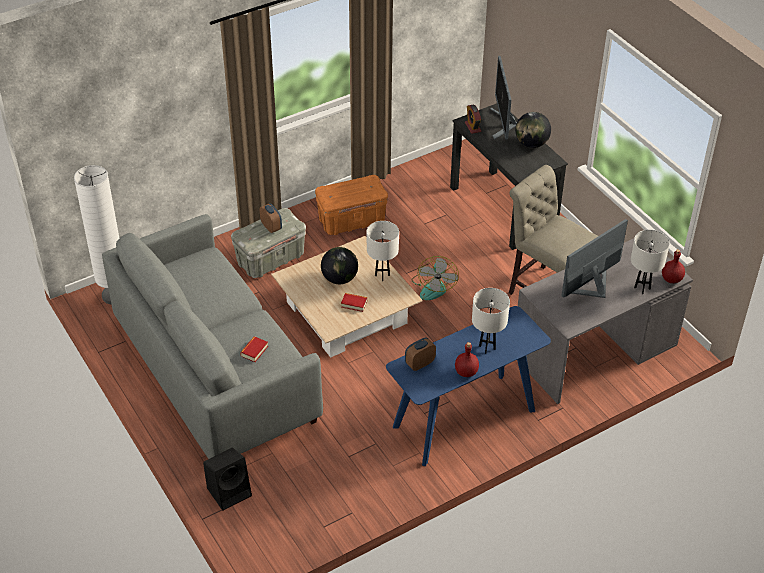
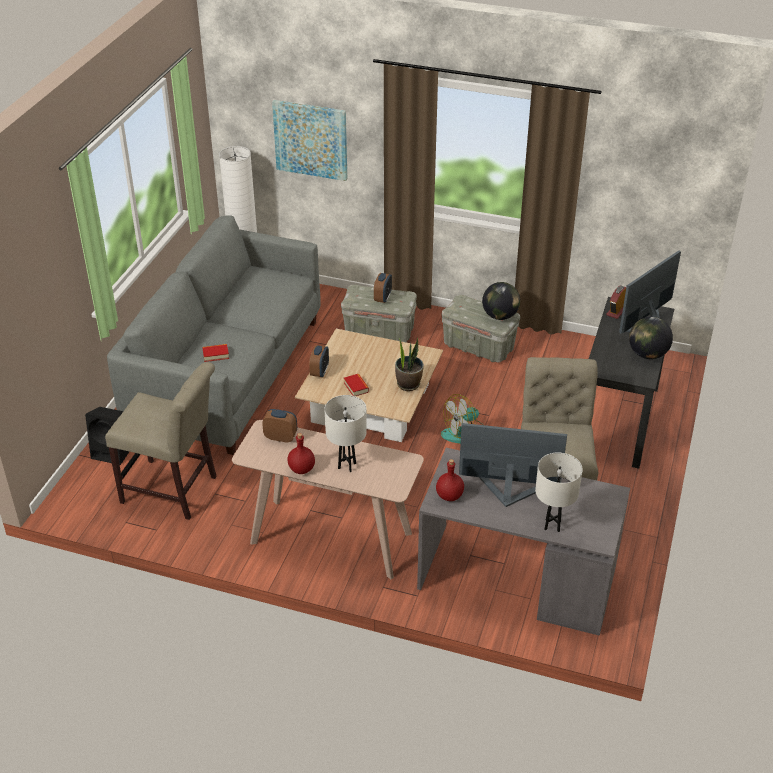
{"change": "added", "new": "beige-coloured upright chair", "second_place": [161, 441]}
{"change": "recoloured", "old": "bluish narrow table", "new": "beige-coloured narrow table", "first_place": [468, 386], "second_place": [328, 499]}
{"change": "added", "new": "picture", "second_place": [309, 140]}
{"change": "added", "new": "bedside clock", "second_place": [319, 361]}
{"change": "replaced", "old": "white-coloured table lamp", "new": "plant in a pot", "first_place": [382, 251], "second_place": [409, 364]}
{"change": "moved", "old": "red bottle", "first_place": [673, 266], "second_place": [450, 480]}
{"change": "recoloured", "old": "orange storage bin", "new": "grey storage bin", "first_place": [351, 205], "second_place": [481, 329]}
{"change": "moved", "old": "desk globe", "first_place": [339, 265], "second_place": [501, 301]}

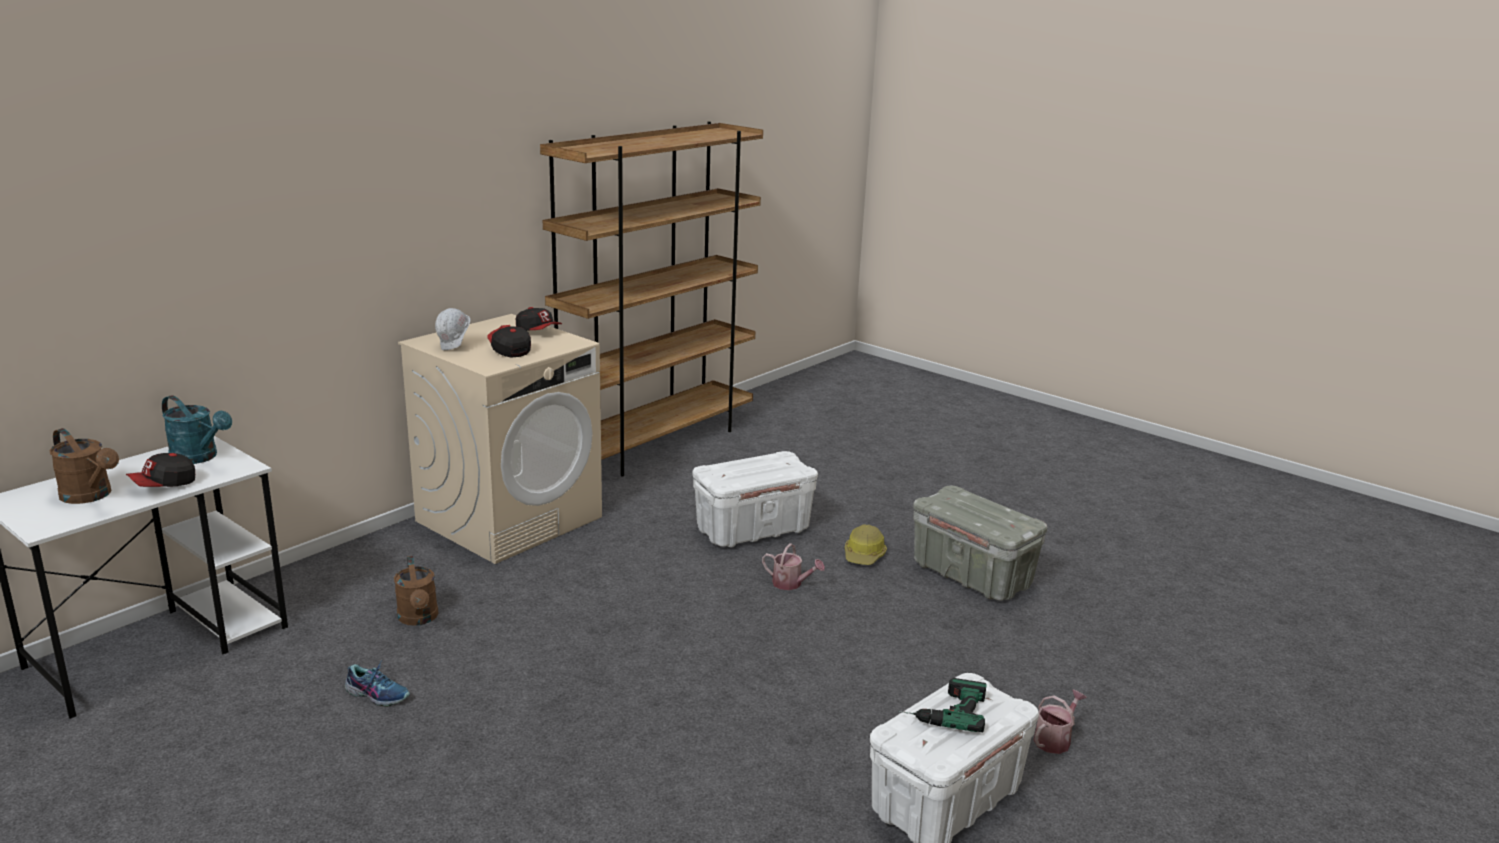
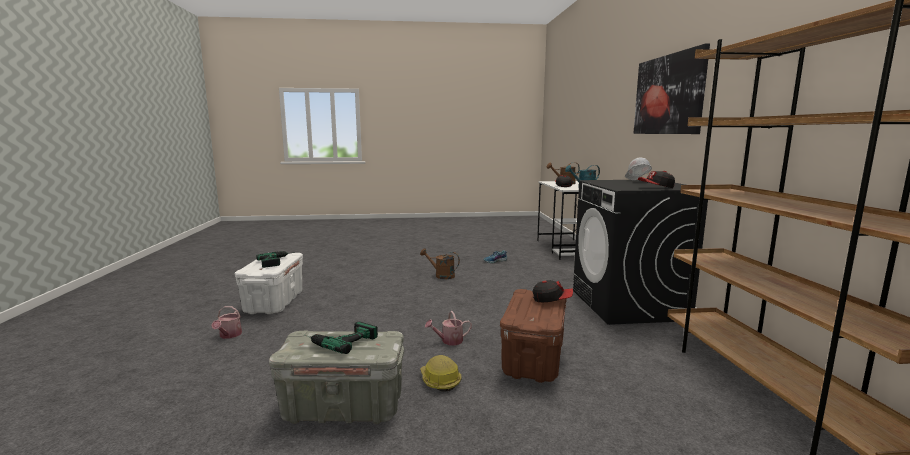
{"change": "added", "new": "drill", "second_place": [341, 338]}
{"change": "moved", "old": "brown watering can", "first_place": [416, 591], "second_place": [440, 263]}
{"change": "recoloured", "old": "white-coloured storage bin", "new": "brown storage bin", "first_place": [755, 499], "second_place": [533, 336]}
{"change": "moved", "old": "cap", "first_place": [509, 341], "second_place": [553, 291]}
{"change": "recoloured", "old": "beige-coloured washing machine", "new": "black-coloured washing machine", "first_place": [500, 439], "second_place": [640, 252]}
{"change": "added", "new": "picture", "second_place": [671, 88]}

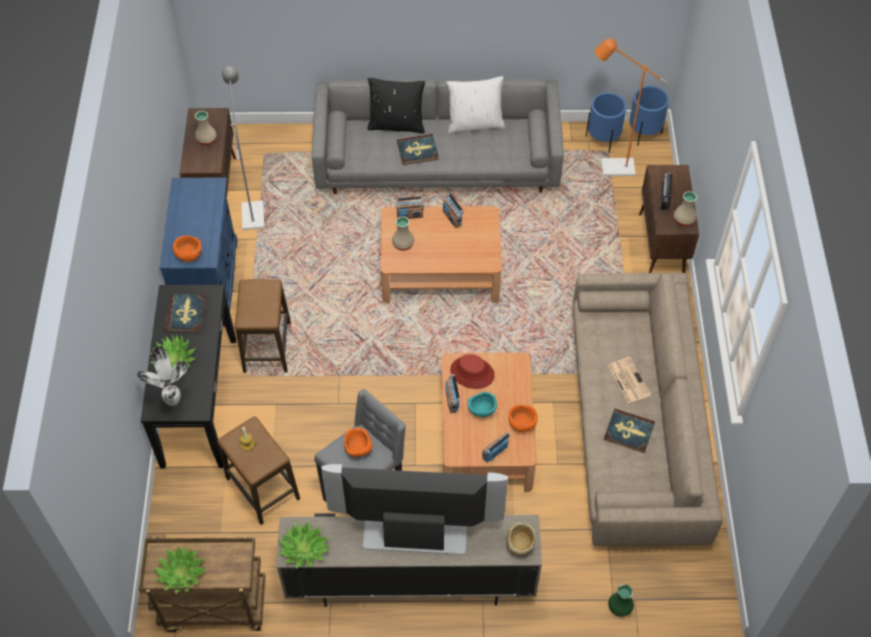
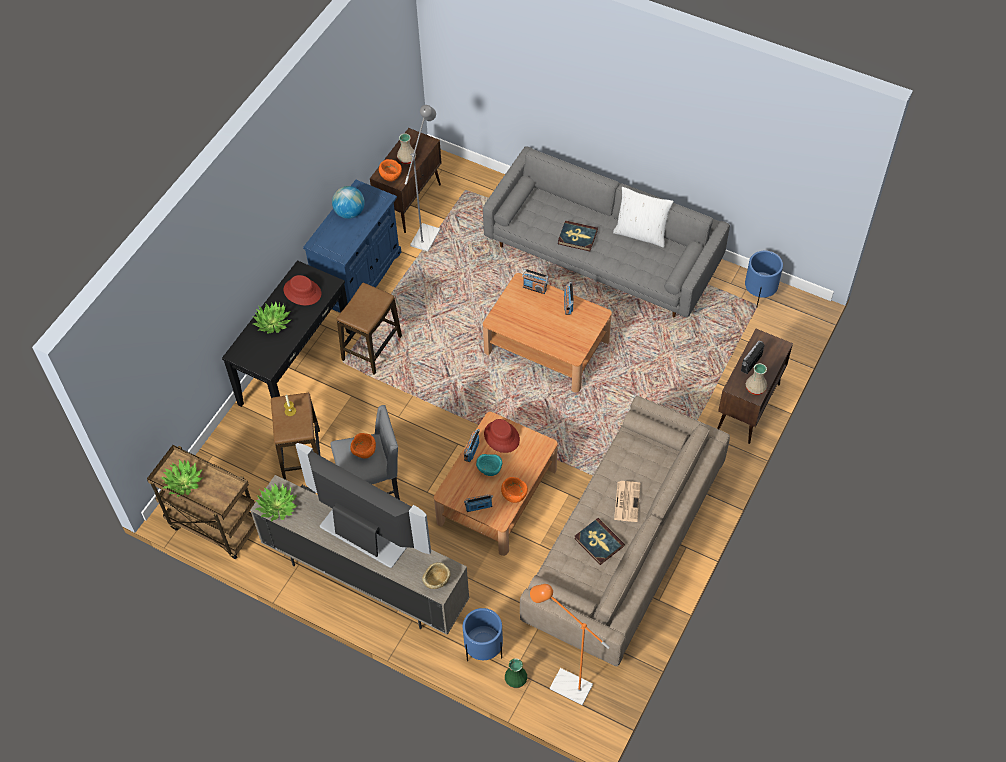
{"change": "replaced", "old": "volume", "new": "red hat", "first_place": [185, 313], "second_place": [302, 290]}
{"change": "added", "new": "desk globe", "second_place": [348, 202]}
{"change": "moved", "old": "orange deep dish", "first_place": [187, 249], "second_place": [390, 170]}
{"change": "moved", "old": "bluish plant pot", "first_place": [649, 116], "second_place": [483, 634]}
{"change": "moved", "old": "orange standard lamp", "first_place": [631, 107], "second_place": [570, 644]}
{"change": "removed", "old": "plant in a pot", "first_place": [162, 376]}
{"change": "removed", "old": "black-coloured throw pillow", "first_place": [396, 105]}
{"change": "removed", "old": "beige-coloured flower vase", "first_place": [403, 233]}

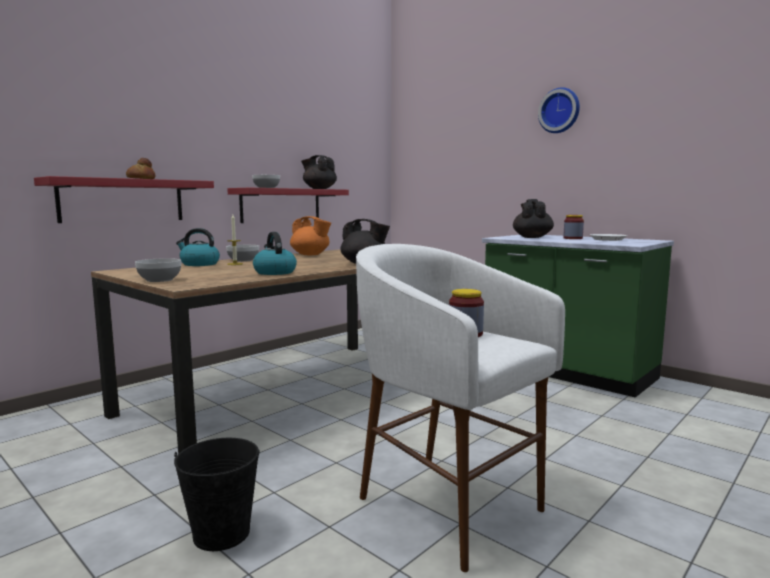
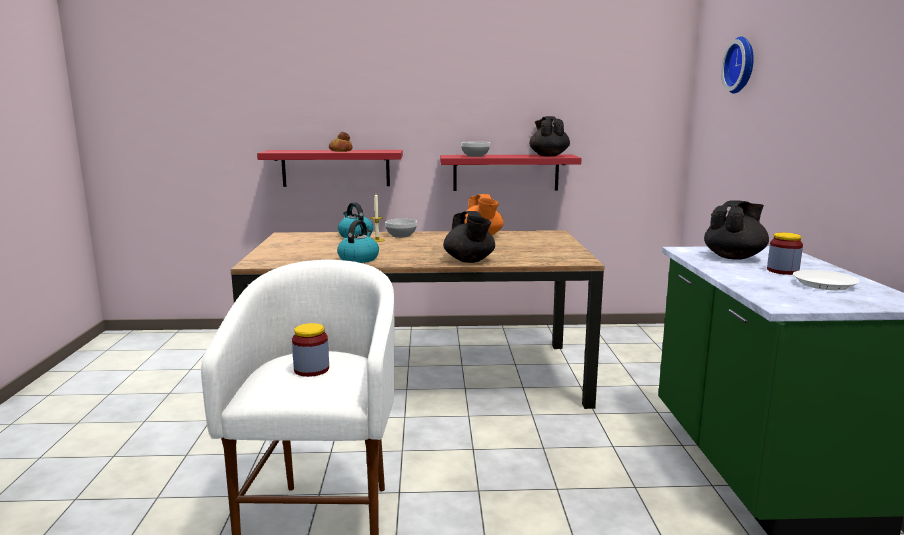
{"change": "moved", "old": "hanging clock", "first_place": [559, 110], "second_place": [737, 64]}
{"change": "removed", "old": "deep dish", "first_place": [158, 270]}
{"change": "removed", "old": "black-coloured pail", "first_place": [217, 494]}

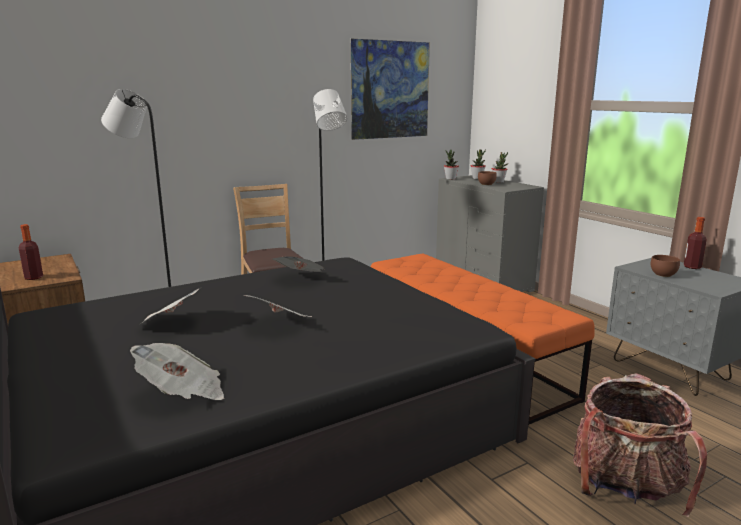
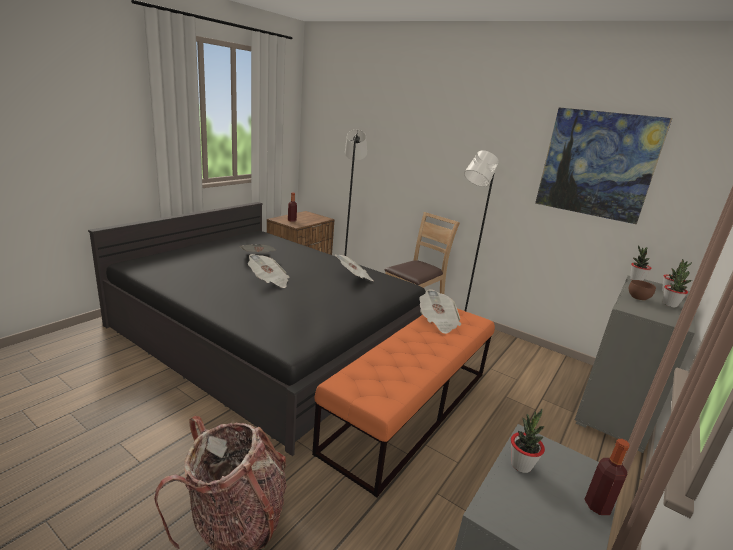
{"change": "moved", "old": "newspaper", "first_place": [177, 371], "second_place": [440, 311]}
{"change": "replaced", "old": "brown deep dish", "new": "plant in a pot", "first_place": [665, 266], "second_place": [528, 441]}

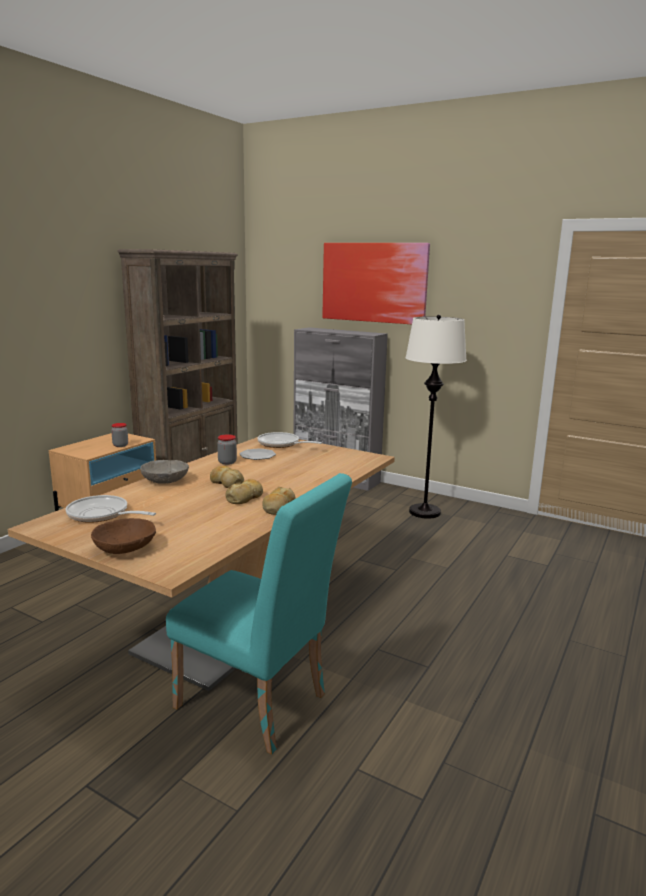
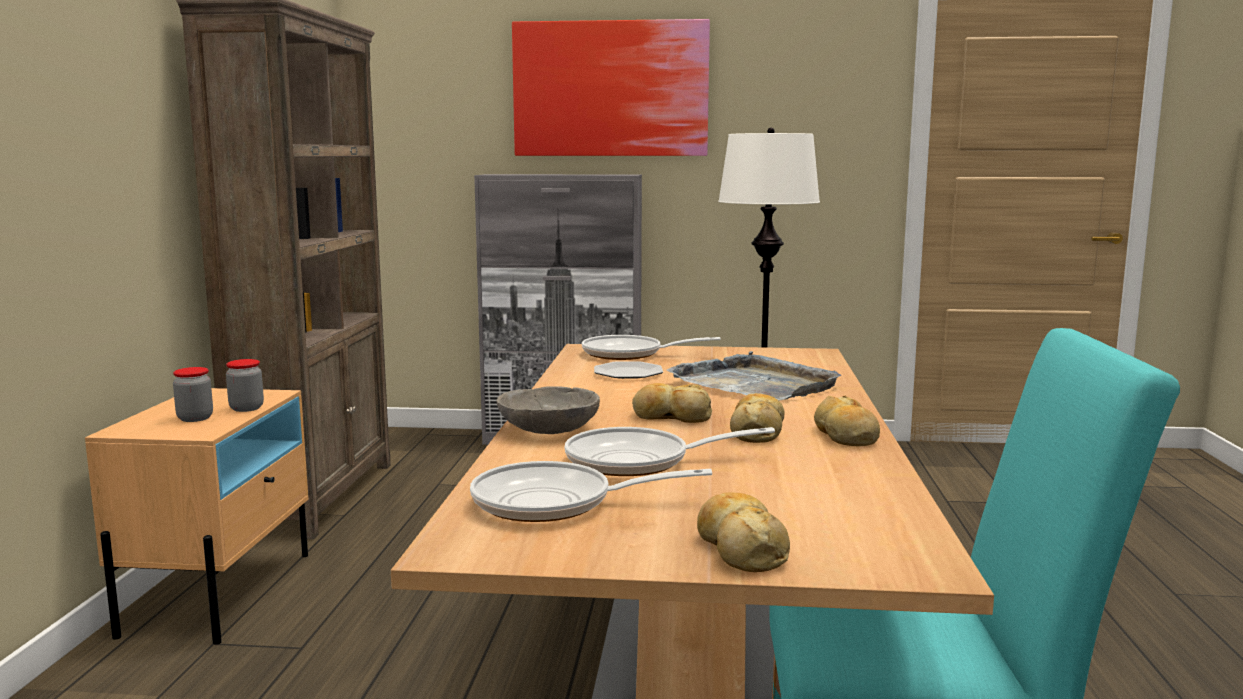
{"change": "moved", "old": "jar", "first_place": [227, 449], "second_place": [193, 394]}
{"change": "added", "new": "frying pan", "second_place": [670, 451]}
{"change": "added", "new": "grey serving tray", "second_place": [754, 376]}
{"change": "replaced", "old": "brown deep dish", "new": "bread", "first_place": [123, 536], "second_place": [743, 532]}

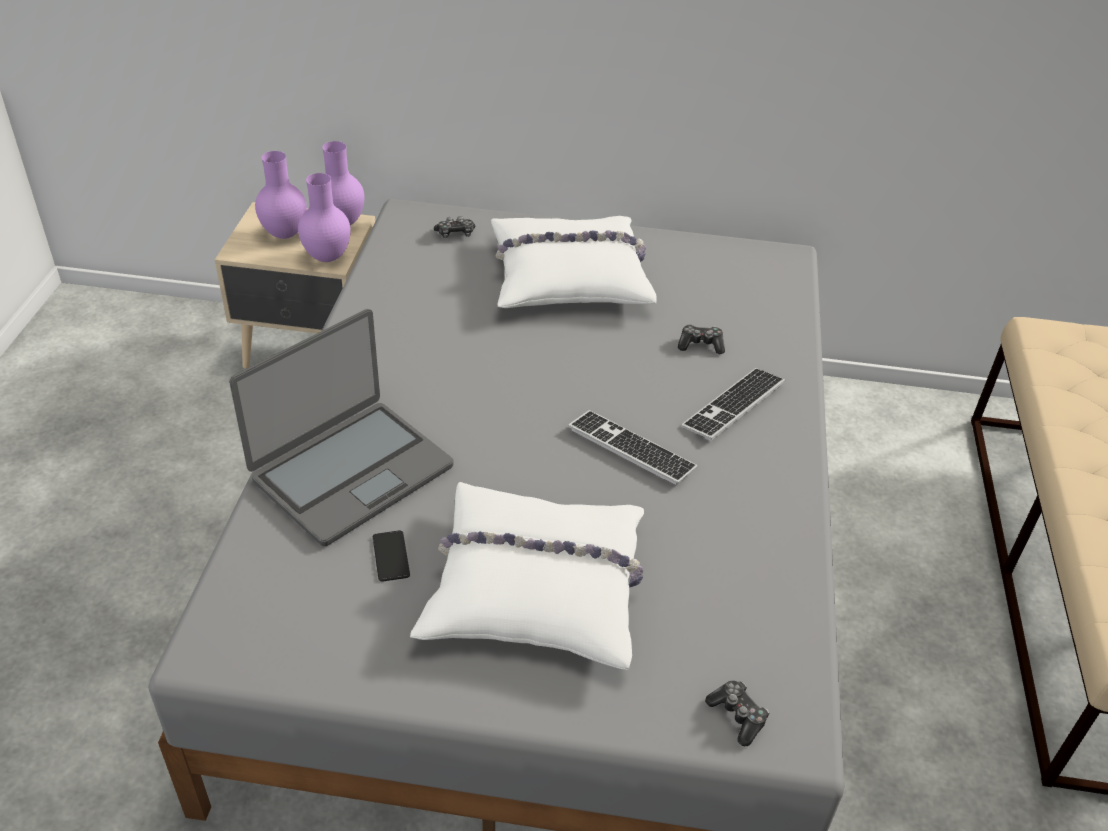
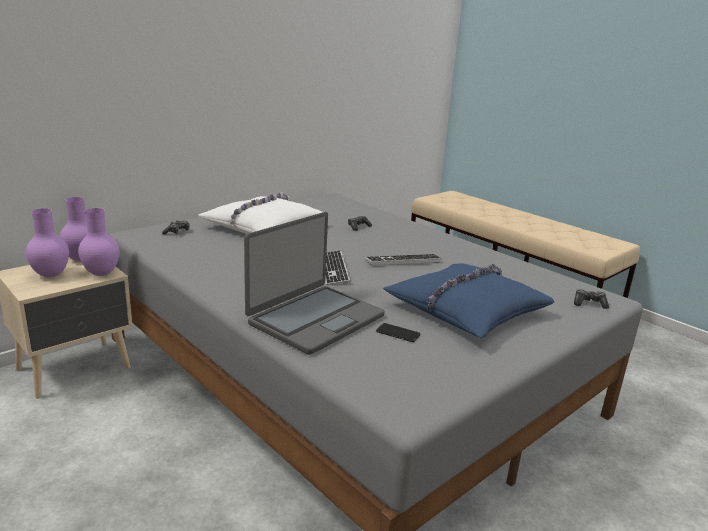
{"change": "turned", "old": "notebook computer", "first_place": [341, 427], "second_place": [314, 283], "degrees": 45}
{"change": "moved", "old": "computer keyboard", "first_place": [733, 404], "second_place": [337, 268]}
{"change": "recoloured", "old": "white-coloured throw pillow", "new": "bluish throw pillow", "first_place": [527, 576], "second_place": [468, 300]}

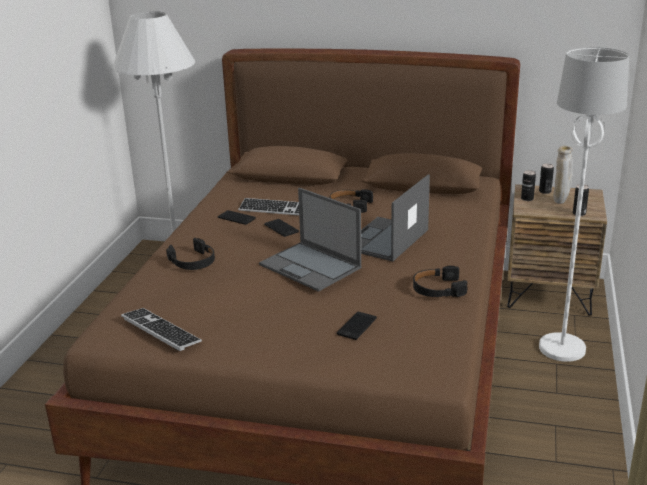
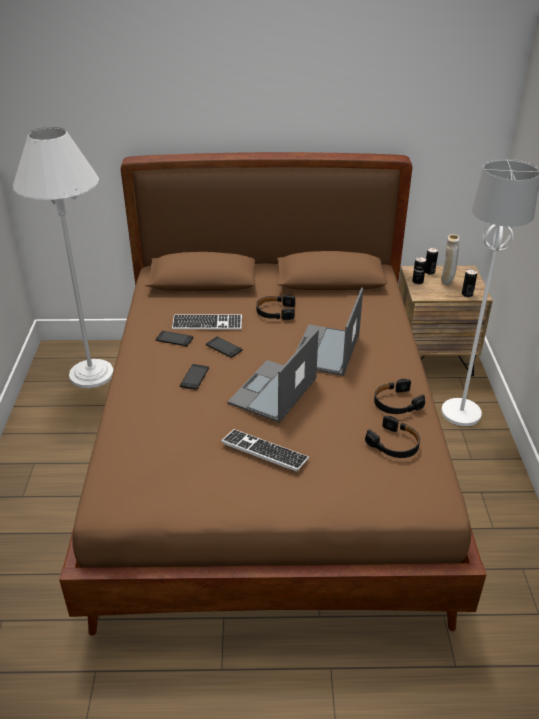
{"change": "moved", "old": "telephone", "first_place": [357, 326], "second_place": [194, 377]}
{"change": "moved", "old": "computer keyboard", "first_place": [161, 329], "second_place": [265, 450]}
{"change": "turned", "old": "notebook computer", "first_place": [310, 240], "second_place": [273, 376], "degrees": 90}
{"change": "moved", "old": "black-coloured headset", "first_place": [190, 254], "second_place": [392, 437]}

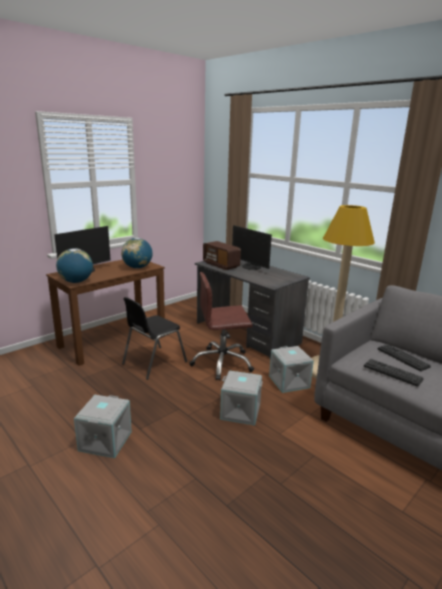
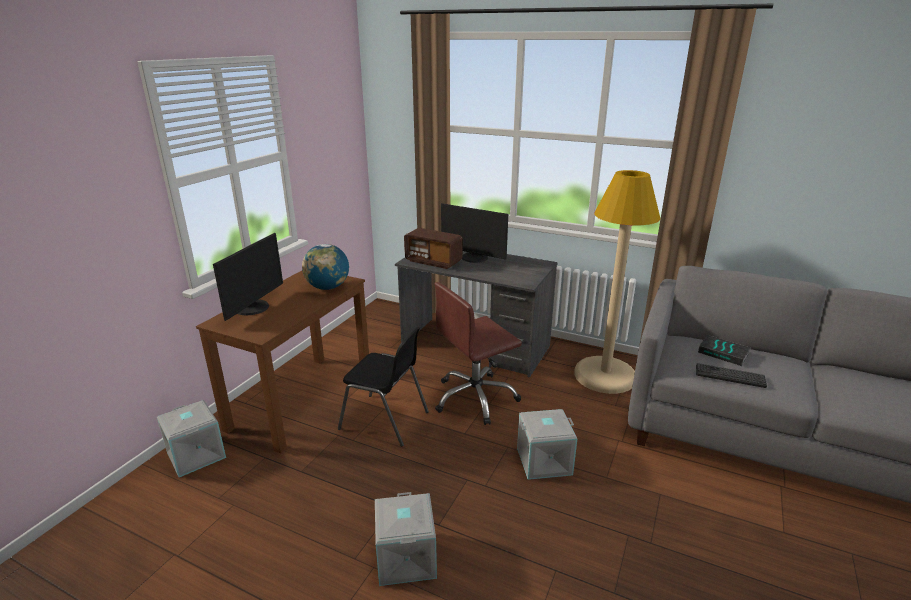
{"change": "moved", "old": "grey storage bin", "first_place": [291, 369], "second_place": [191, 438]}
{"change": "turned", "old": "black-coloured upright chair", "first_place": [154, 338], "second_place": [383, 387], "degrees": -90}
{"change": "replaced", "old": "computer keyboard", "new": "volume", "first_place": [404, 357], "second_place": [724, 350]}
{"change": "removed", "old": "desk globe", "first_place": [74, 265]}

